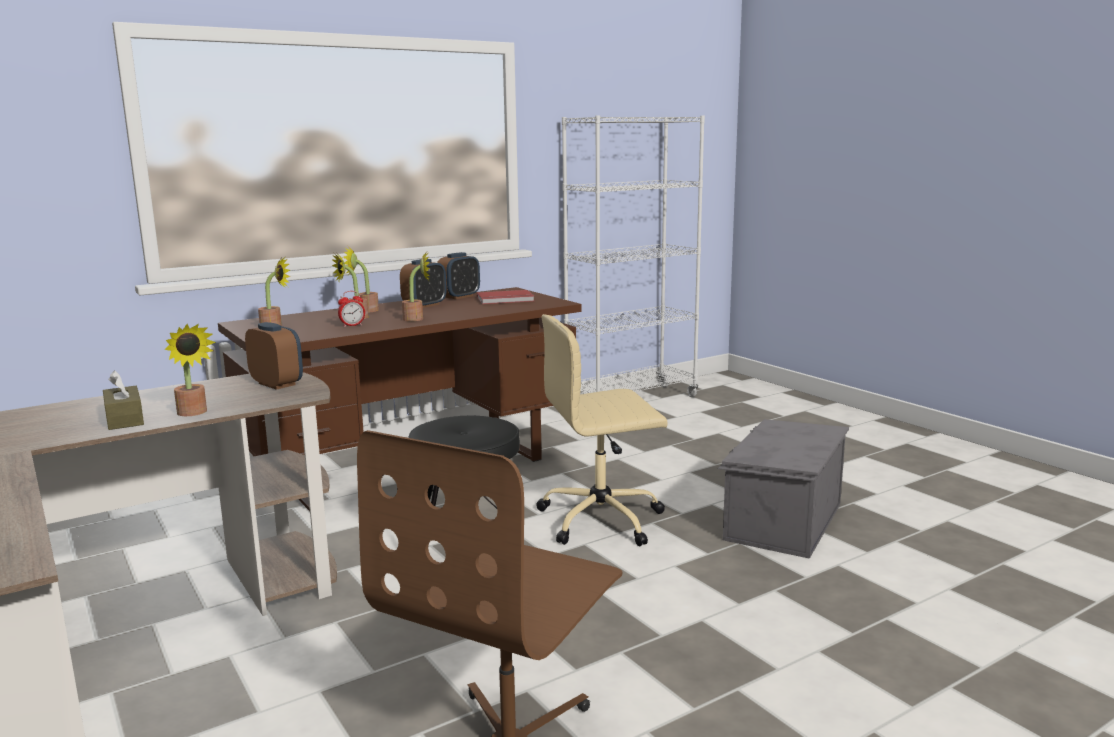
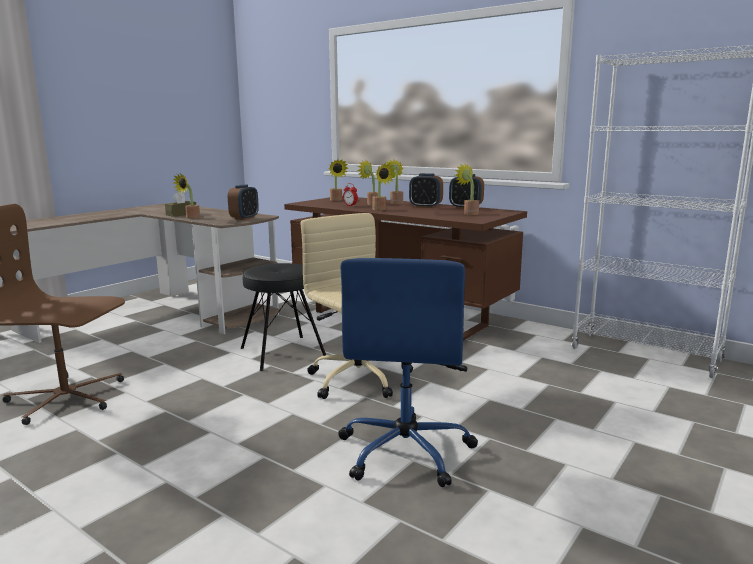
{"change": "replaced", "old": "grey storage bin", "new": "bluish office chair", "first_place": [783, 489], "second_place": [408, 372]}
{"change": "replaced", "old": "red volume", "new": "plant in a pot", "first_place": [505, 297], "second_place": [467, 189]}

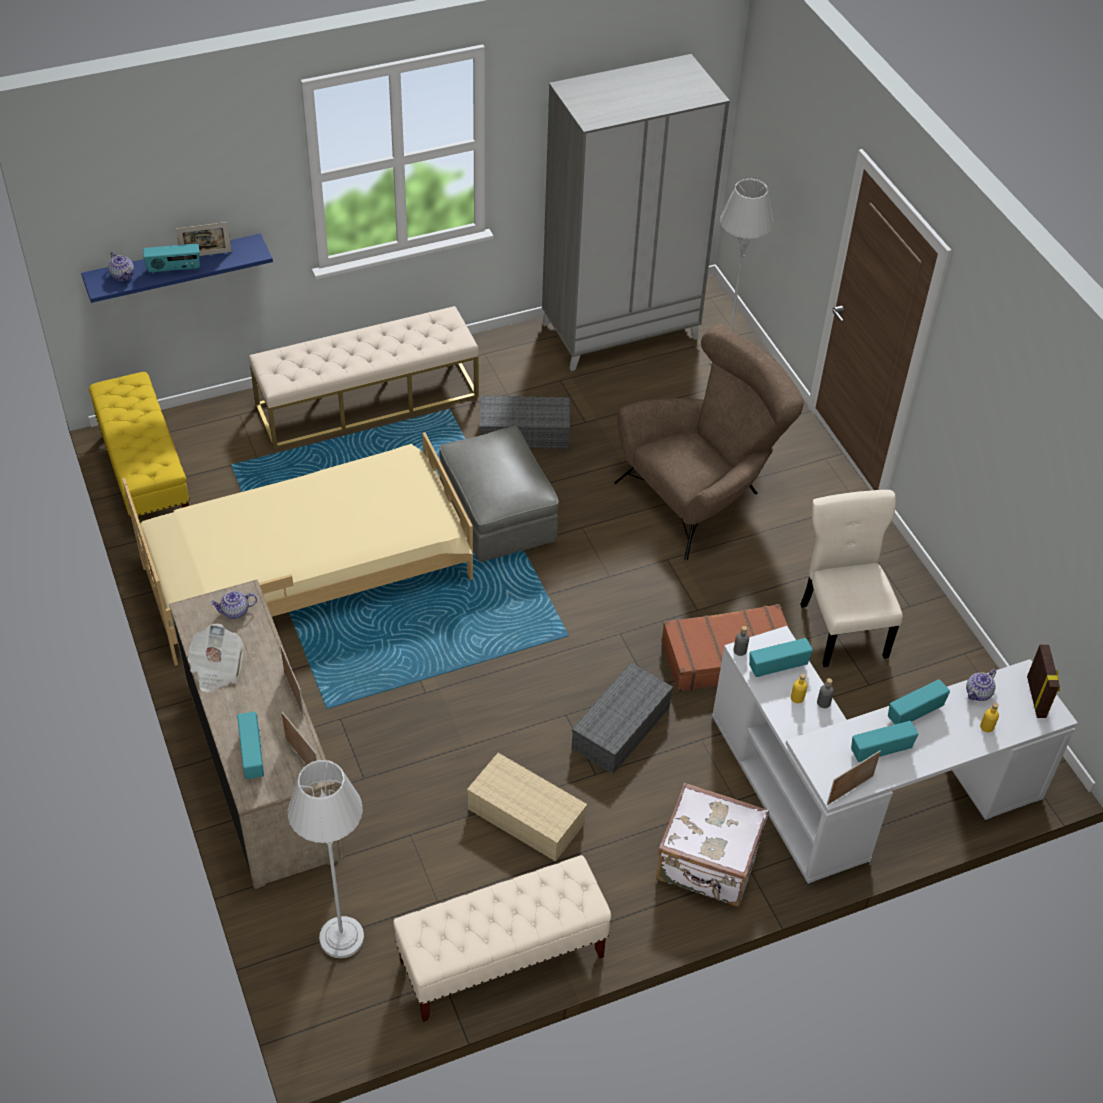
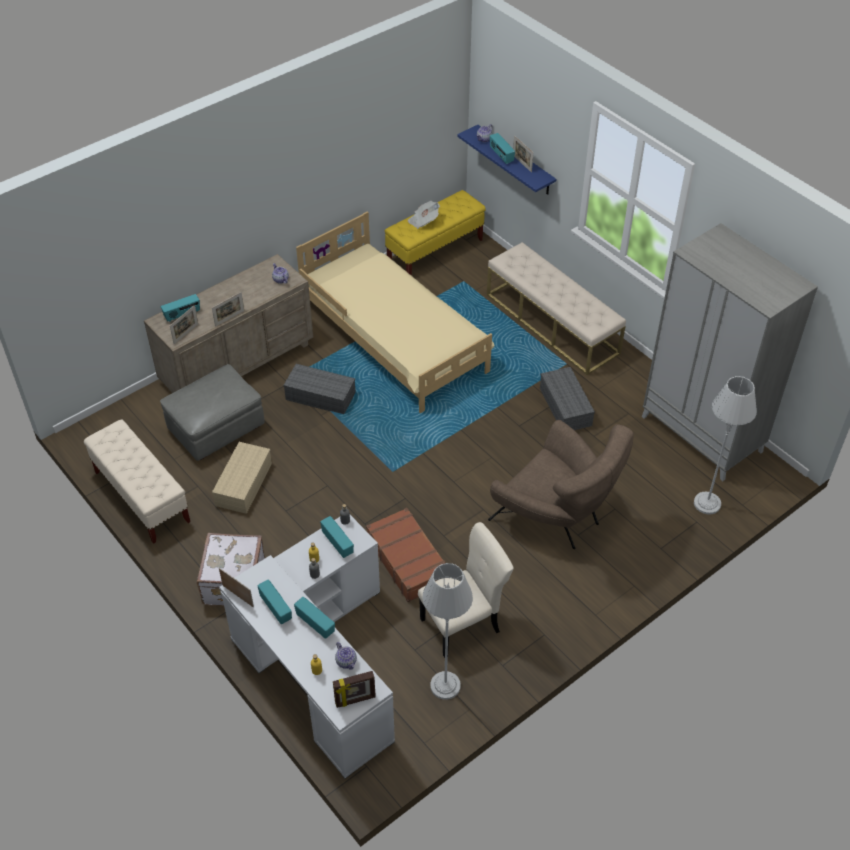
{"change": "moved", "old": "grey footrest", "first_place": [499, 494], "second_place": [212, 412]}
{"change": "moved", "old": "grey storage bin", "first_place": [622, 718], "second_place": [319, 389]}
{"change": "turned", "old": "teapot", "first_place": [981, 685], "second_place": [346, 656], "degrees": -150}
{"change": "moved", "old": "newspaper", "first_place": [215, 658], "second_place": [424, 215]}
{"change": "moved", "old": "grey standard lamp", "first_place": [325, 859], "second_place": [448, 631]}

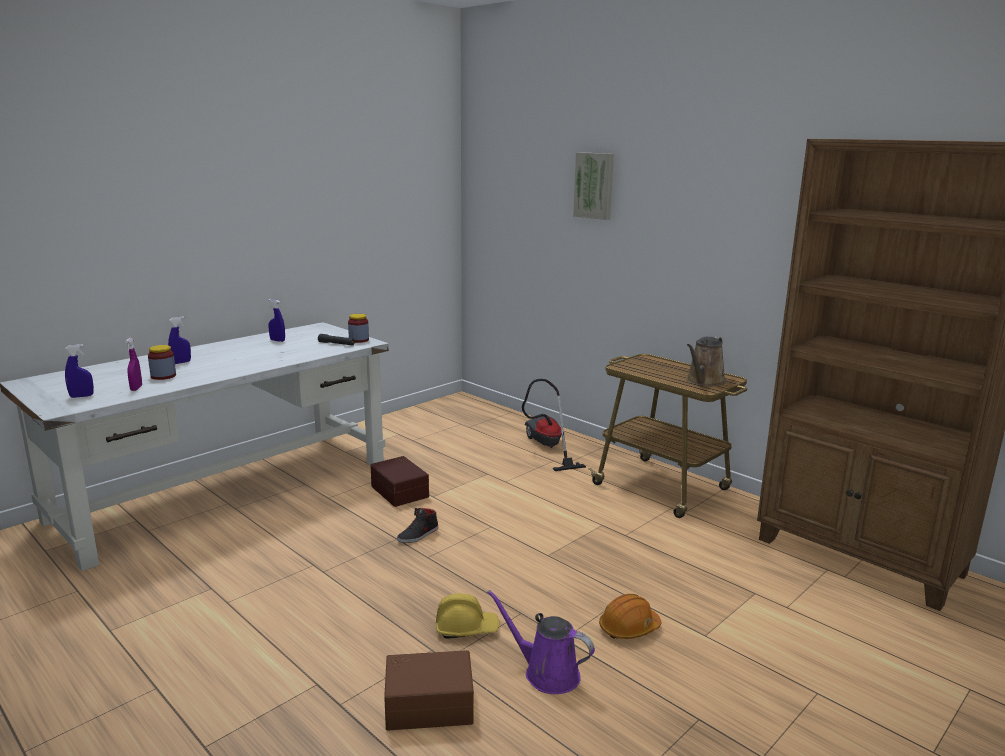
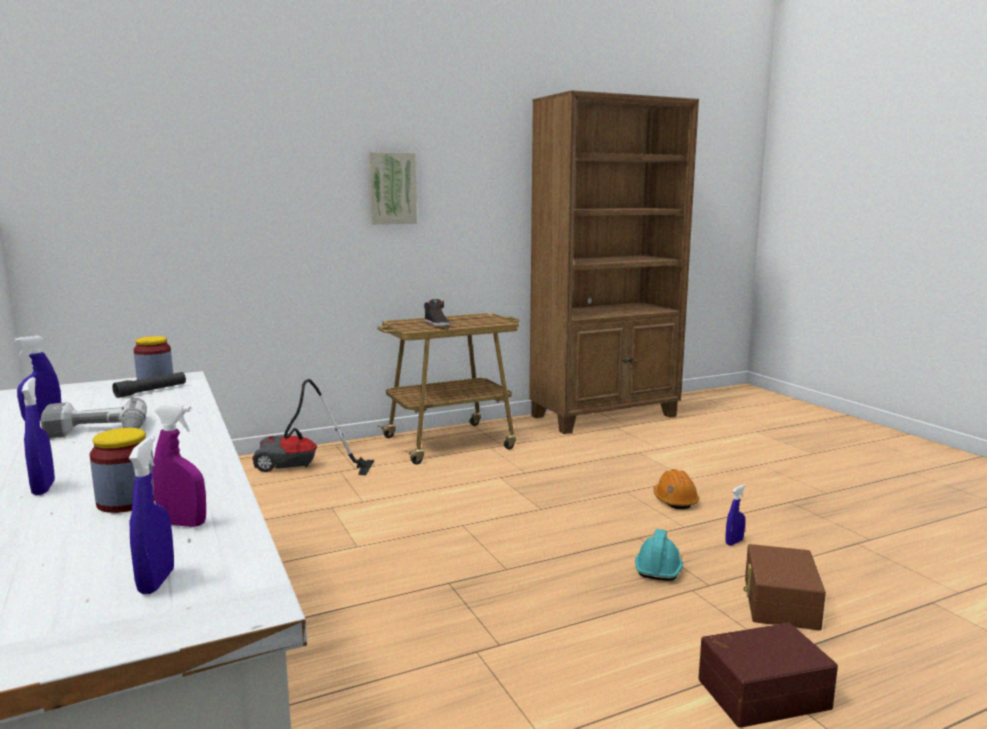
{"change": "added", "new": "drill", "second_place": [94, 418]}
{"change": "moved", "old": "picture", "first_place": [593, 186], "second_place": [392, 188]}
{"change": "moved", "old": "black-coloured item of footwear", "first_place": [417, 525], "second_place": [437, 312]}
{"change": "recoloured", "old": "yellow-coloured safety helmet", "new": "blue-green safety helmet", "first_place": [467, 616], "second_place": [659, 555]}
{"change": "moved", "old": "brown storage bin", "first_place": [400, 481], "second_place": [768, 675]}
{"change": "replaced", "old": "purple watering can", "new": "bluish hand sprayer", "first_place": [541, 642], "second_place": [735, 515]}
{"change": "removed", "old": "brown watering can", "first_place": [706, 361]}

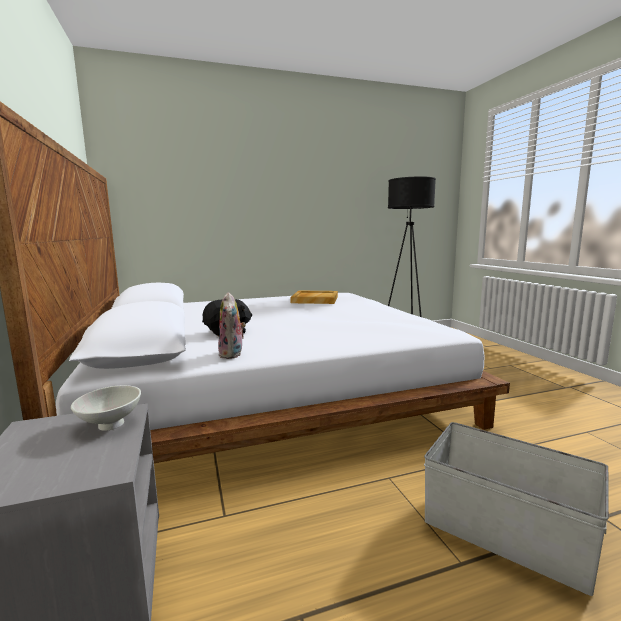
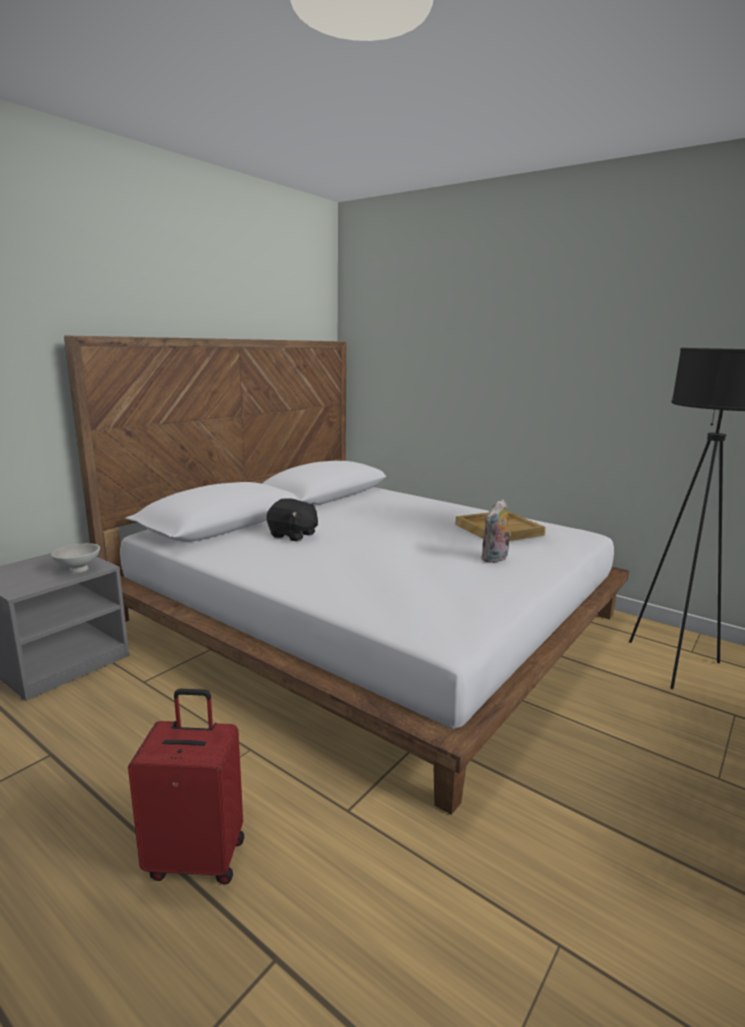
{"change": "replaced", "old": "grey storage bin", "new": "red travel case", "first_place": [516, 509], "second_place": [186, 786]}
{"change": "moved", "old": "plush toy", "first_place": [232, 325], "second_place": [496, 531]}

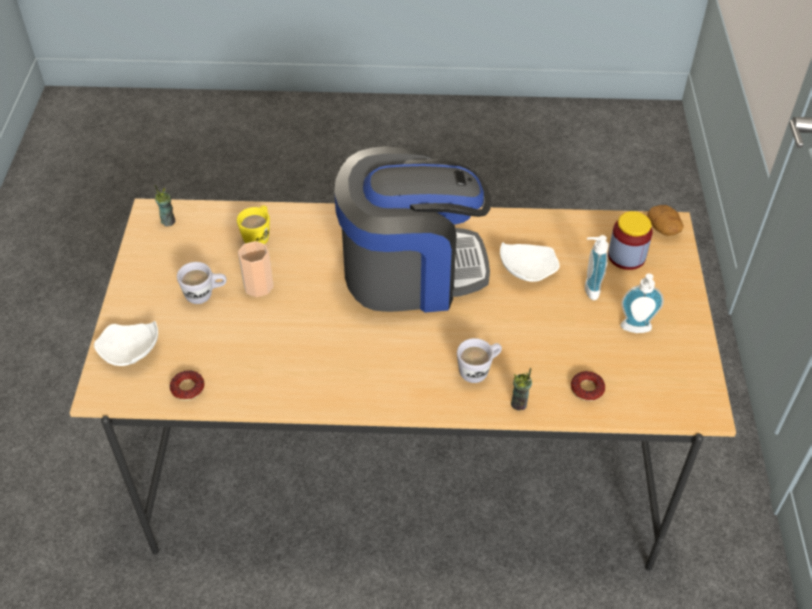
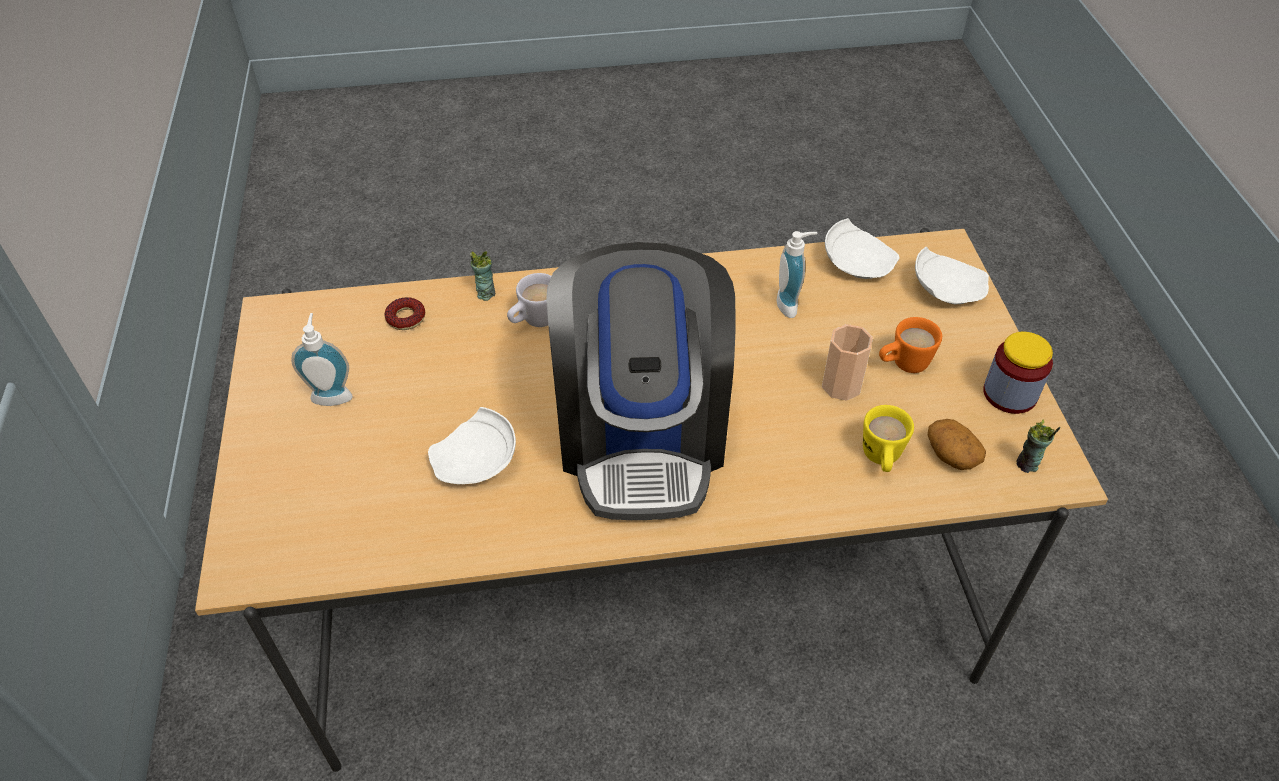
{"change": "turned", "old": "coffee machine", "first_place": [413, 229], "second_place": [640, 381], "degrees": -75}
{"change": "moved", "old": "liquid soap bottle", "first_place": [597, 267], "second_place": [797, 274]}
{"change": "replaced", "old": "doughnut", "new": "white-coloured dinner plate", "first_place": [187, 385], "second_place": [862, 248]}
{"change": "recoloured", "old": "white-coloured tea mug", "new": "orange tea mug", "first_place": [202, 283], "second_place": [910, 345]}
{"change": "moved", "old": "spud", "first_place": [665, 220], "second_place": [957, 444]}
{"change": "moved", "old": "jar", "first_place": [630, 240], "second_place": [1018, 373]}

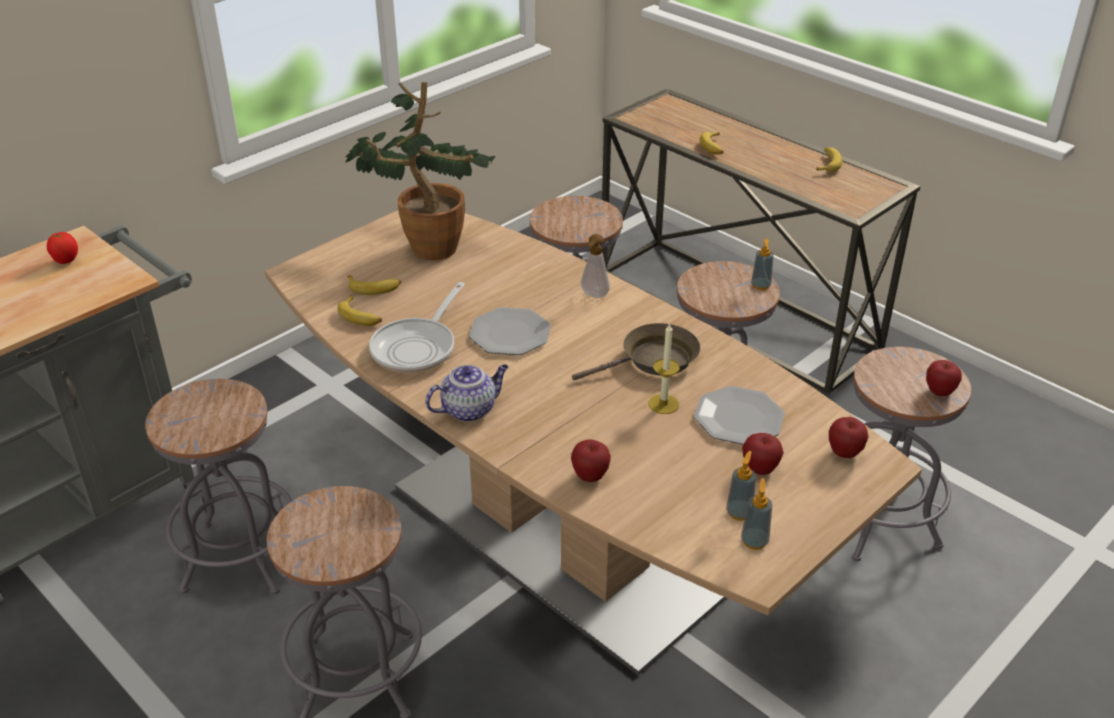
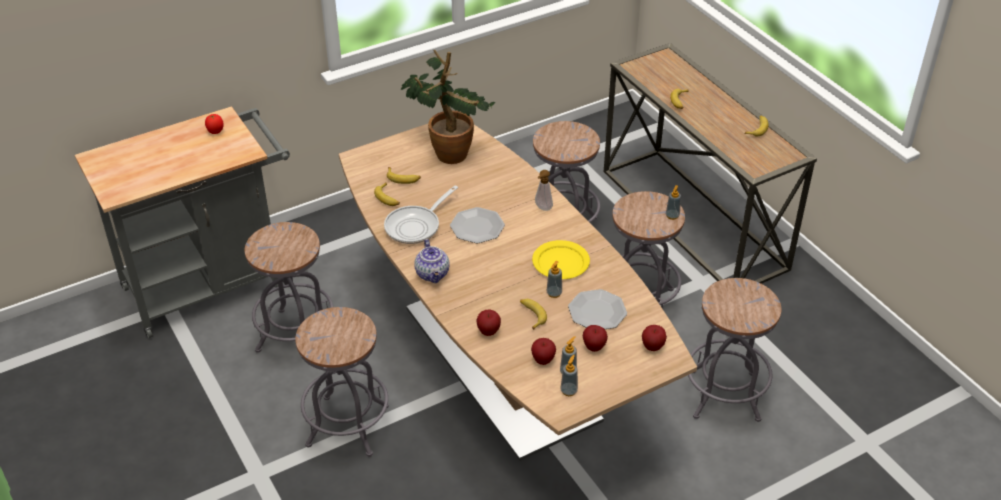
{"change": "turned", "old": "teapot", "first_place": [467, 393], "second_place": [432, 261], "degrees": 90}
{"change": "added", "new": "banana", "second_place": [533, 314]}
{"change": "moved", "old": "apple fruit", "first_place": [944, 378], "second_place": [543, 351]}
{"change": "replaced", "old": "brown frying pan", "new": "yellow-coloured dinner plate", "first_place": [636, 351], "second_place": [561, 259]}
{"change": "replaced", "old": "candle", "new": "liquid soap bottle", "first_place": [664, 368], "second_place": [554, 279]}

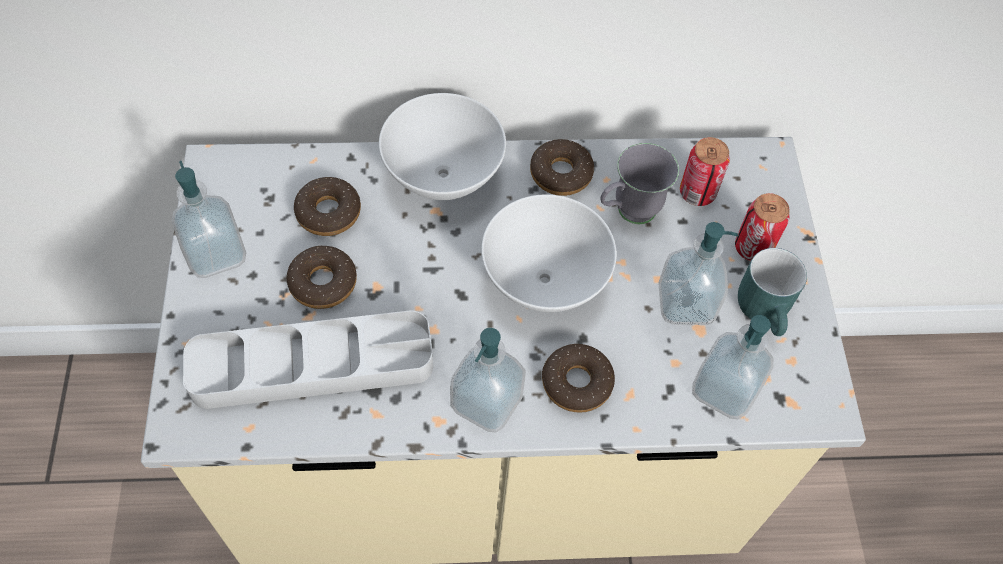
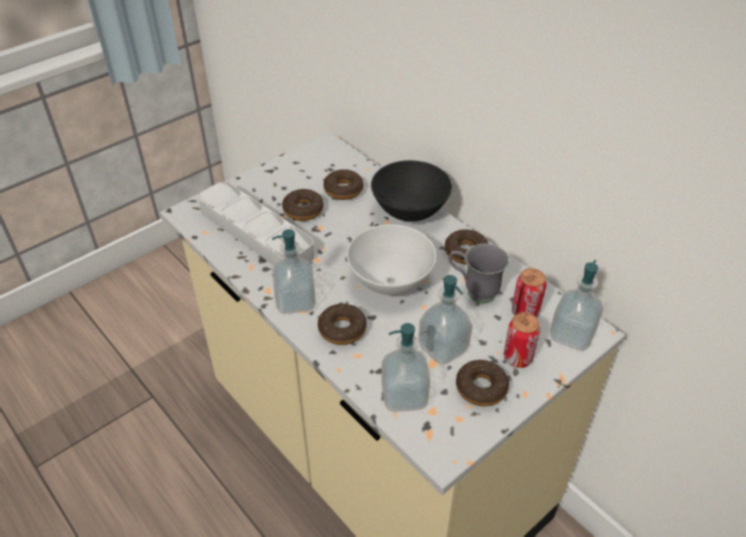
{"change": "recoloured", "old": "white-coloured deep dish", "new": "black-coloured deep dish", "first_place": [442, 146], "second_place": [411, 190]}
{"change": "replaced", "old": "blue-green tea mug", "new": "doughnut", "first_place": [772, 292], "second_place": [482, 383]}
{"change": "moved", "old": "liquid soap bottle", "first_place": [209, 219], "second_place": [576, 305]}

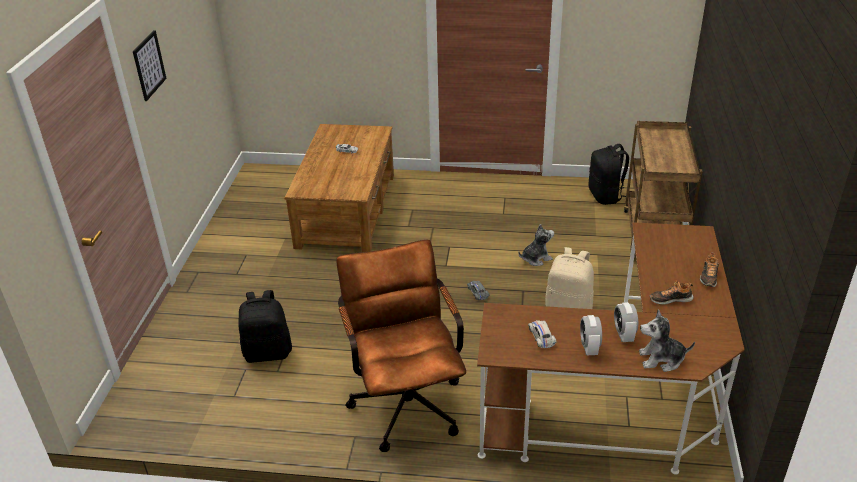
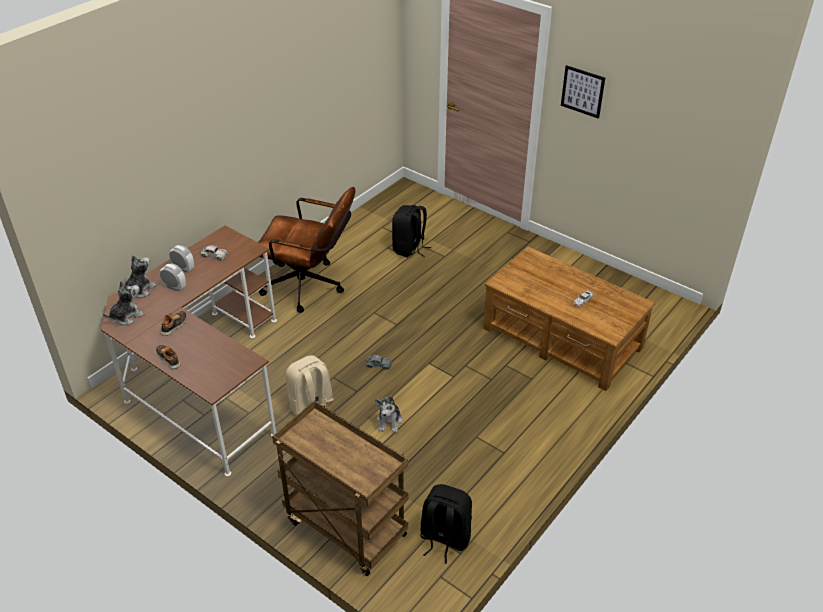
{"change": "added", "new": "plush toy", "second_place": [123, 303]}

